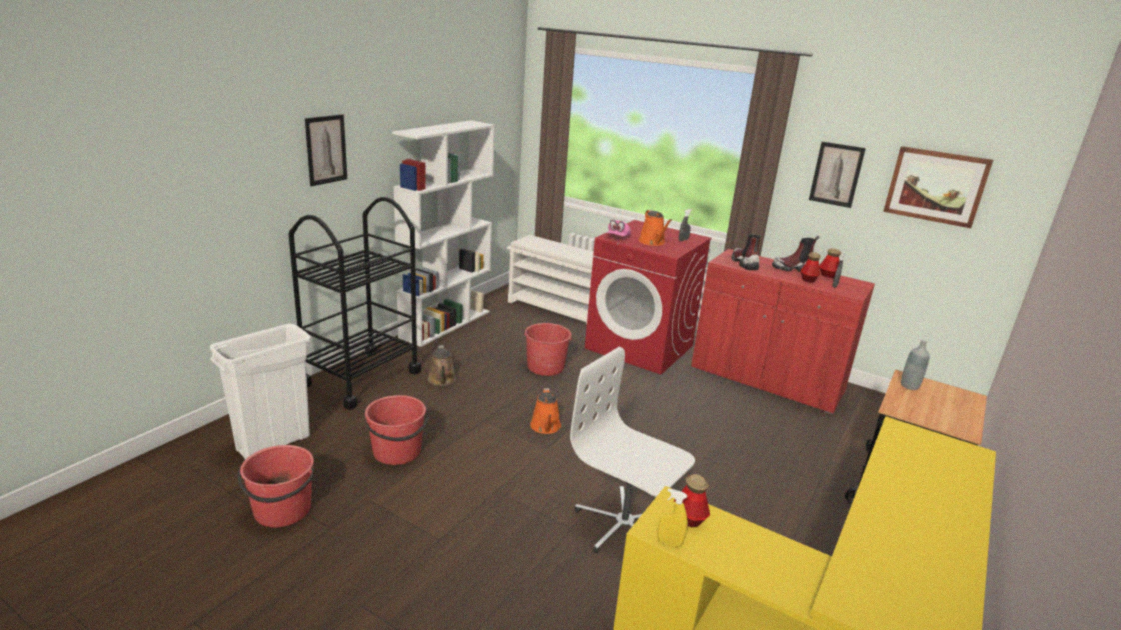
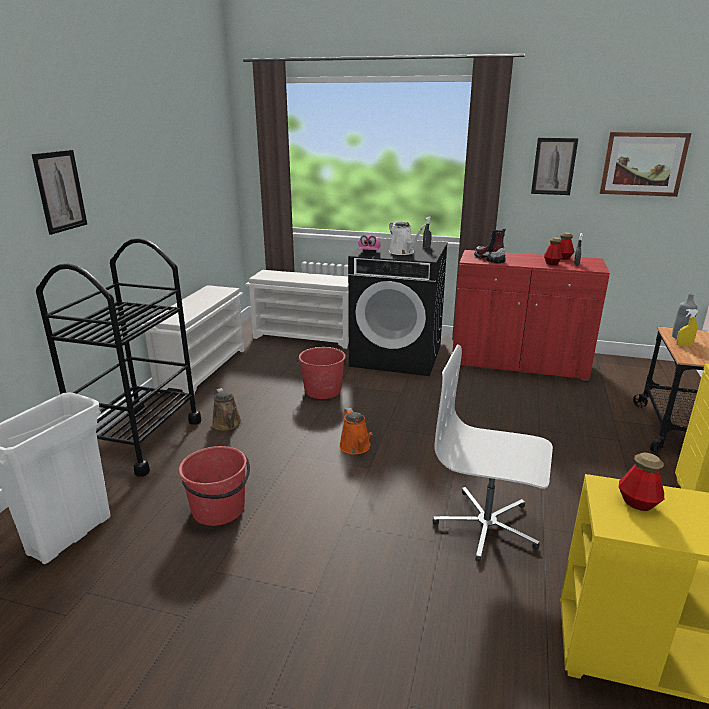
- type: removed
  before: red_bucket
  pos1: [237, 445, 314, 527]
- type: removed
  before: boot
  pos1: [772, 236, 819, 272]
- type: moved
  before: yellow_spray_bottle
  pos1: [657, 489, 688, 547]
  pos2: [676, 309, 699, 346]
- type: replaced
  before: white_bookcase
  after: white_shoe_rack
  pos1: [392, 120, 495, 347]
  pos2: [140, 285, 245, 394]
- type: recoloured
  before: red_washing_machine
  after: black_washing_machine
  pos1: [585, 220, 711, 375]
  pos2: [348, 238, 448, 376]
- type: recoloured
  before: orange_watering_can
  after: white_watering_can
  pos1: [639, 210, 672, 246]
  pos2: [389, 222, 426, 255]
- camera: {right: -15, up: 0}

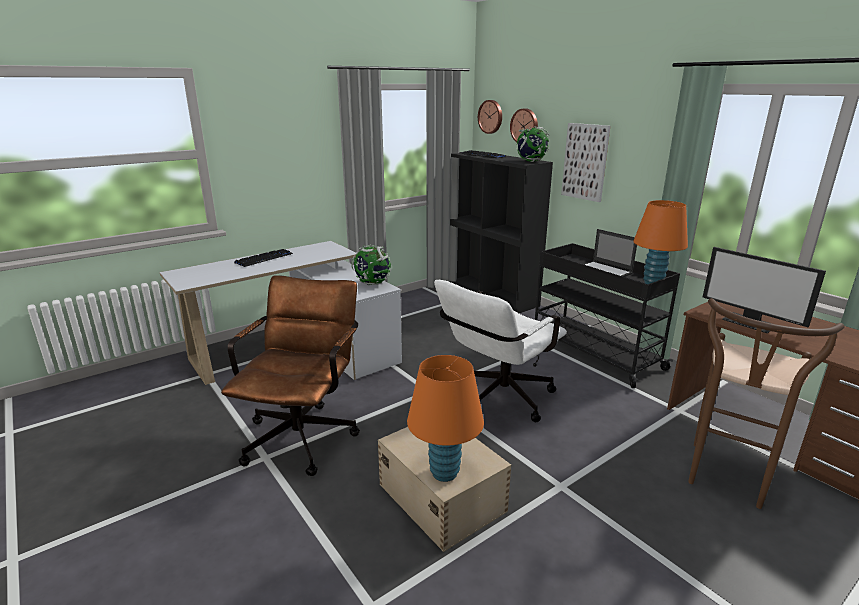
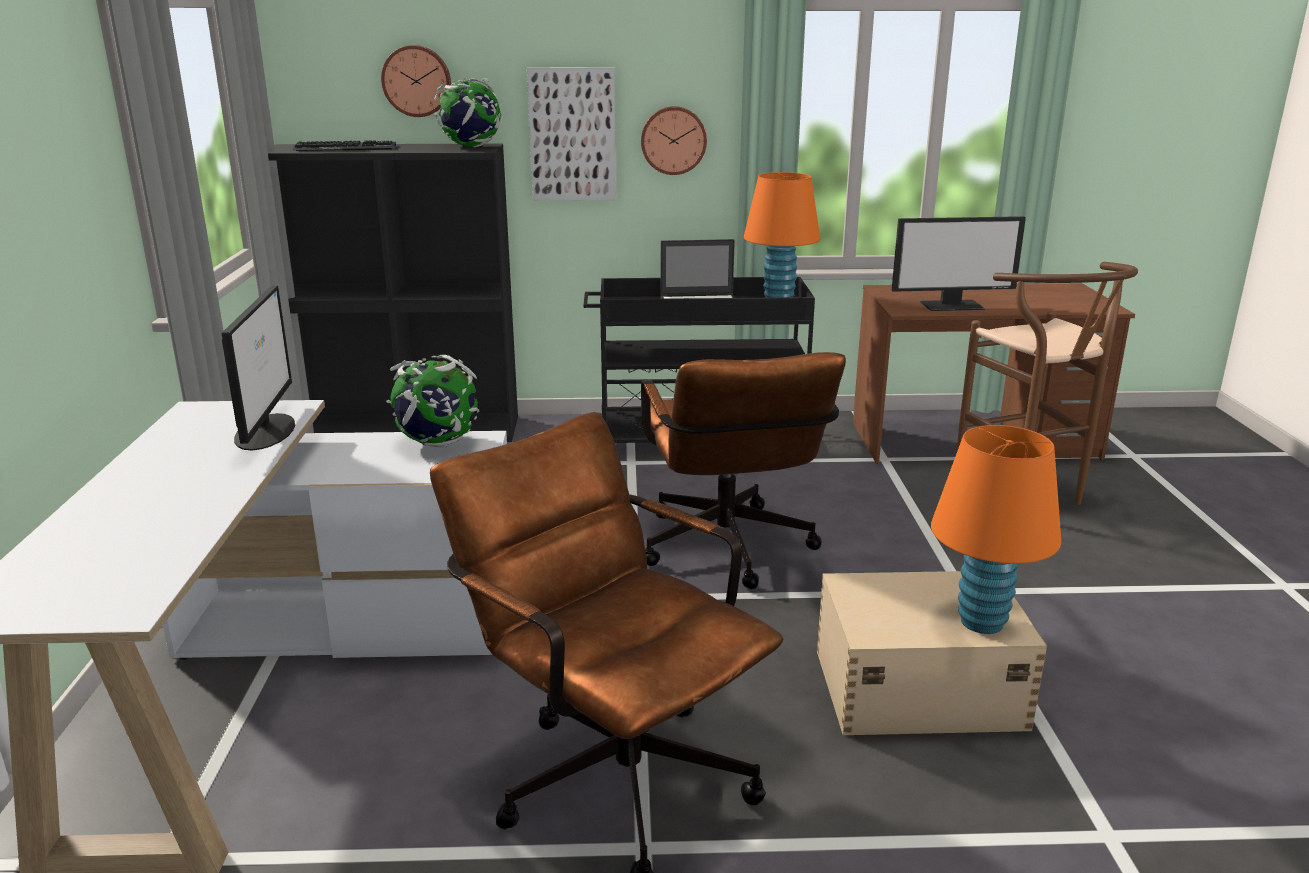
- type: removed
  before: keyboard
  pos1: [234, 249, 293, 267]
- type: added
  after: monitor
  pos2: [221, 285, 295, 450]
- type: moved
  before: wall_clock
  pos1: [478, 100, 502, 134]
  pos2: [641, 106, 707, 175]
- type: recoloured
  before: white_office_chair
  after: brown_office_chair
  pos1: [434, 280, 567, 422]
  pos2: [641, 352, 846, 589]
- camera: {right: -55, up: 0}

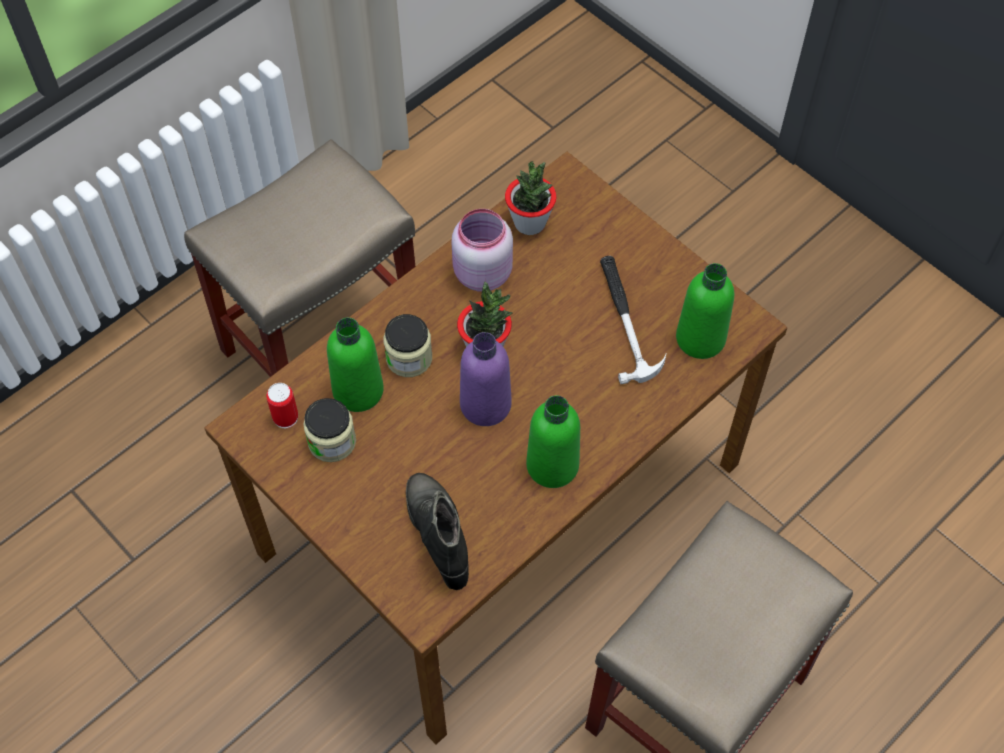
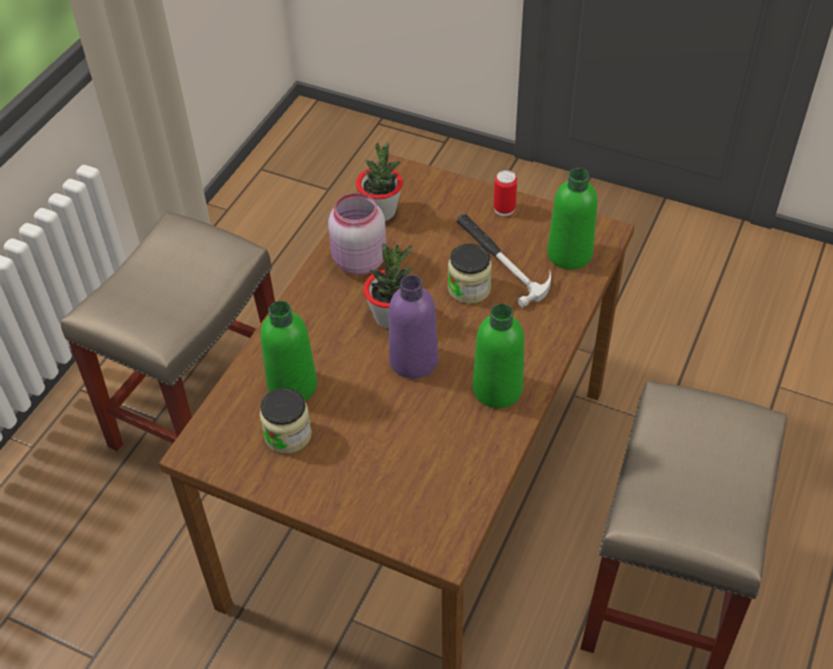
- type: removed
  before: black_boot
  pos1: [406, 473, 469, 590]
- type: moved
  before: can
  pos1: [266, 383, 298, 428]
  pos2: [494, 170, 517, 216]
- type: moved
  before: jar
  pos1: [384, 314, 432, 377]
  pos2: [448, 243, 492, 304]
- camera: {right: -20, up: -10}

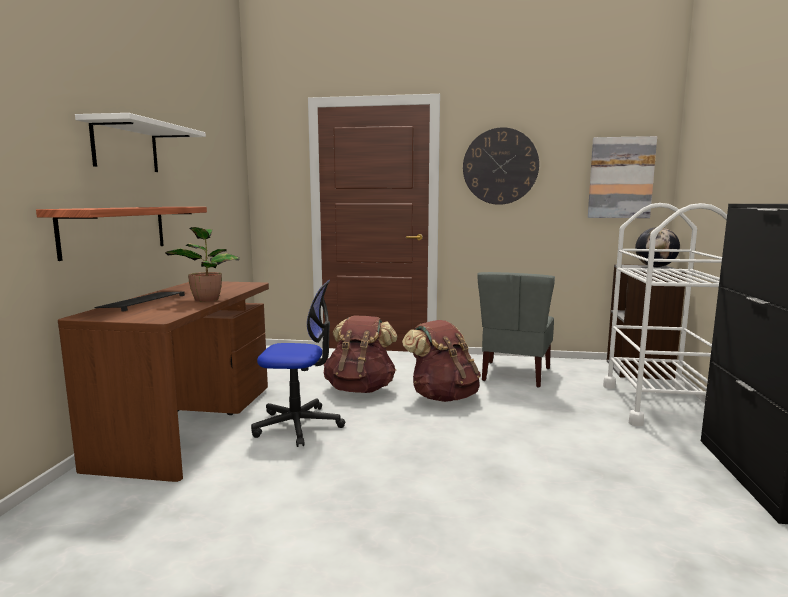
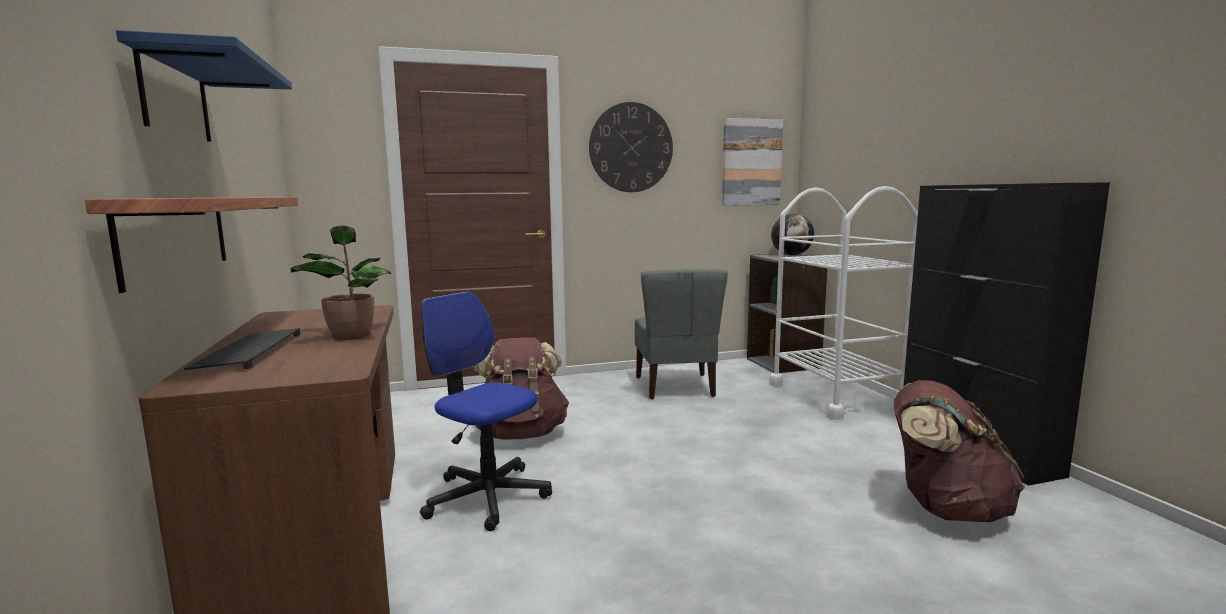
- type: moved
  before: brown_backpack
  pos1: [402, 320, 481, 402]
  pos2: [894, 380, 1025, 522]
- type: recoloured
  before: white_shelf
  after: blue_shelf
  pos1: [75, 113, 206, 172]
  pos2: [116, 30, 292, 142]
- type: turned
  before: office_chair
  pos1: [251, 280, 345, 447]
  pos2: [420, 292, 552, 531]
  turn: -120
- camera: {right: -25, up: 0}

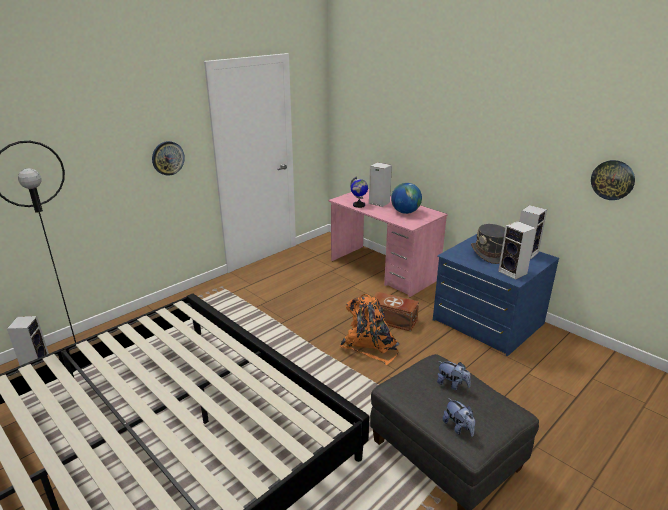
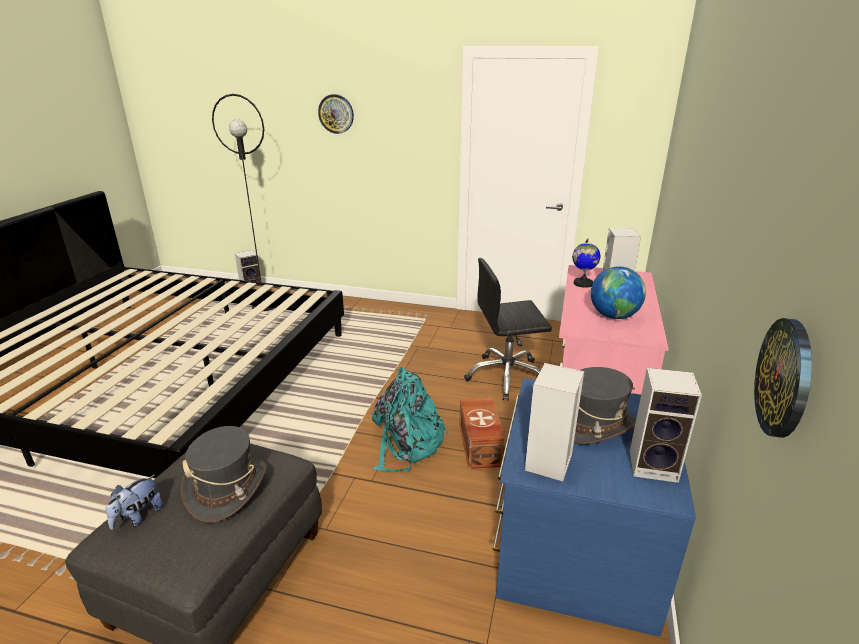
- type: added
  after: black_office_chair
  pos2: [464, 258, 552, 401]
- type: moved
  before: wall_clock
  pos1: [152, 141, 185, 176]
  pos2: [318, 94, 354, 134]
- type: replaced
  before: plush_toy
  after: grey_hat
  pos1: [437, 361, 471, 390]
  pos2: [181, 426, 267, 523]
- type: recoloured
  before: orange_backpack
  after: turquoise_backpack
  pos1: [340, 294, 399, 365]
  pos2: [372, 367, 449, 472]
- camera: {right: 60, up: 0}

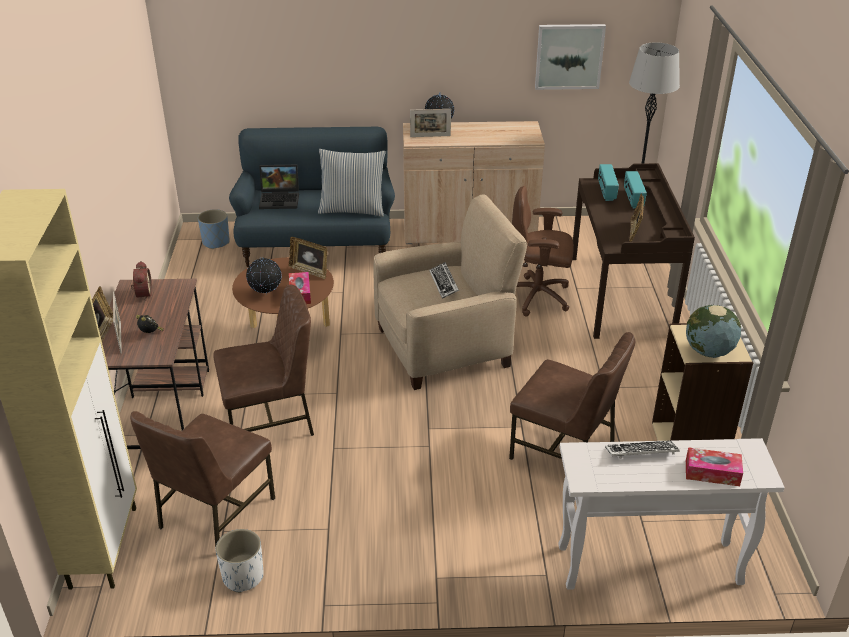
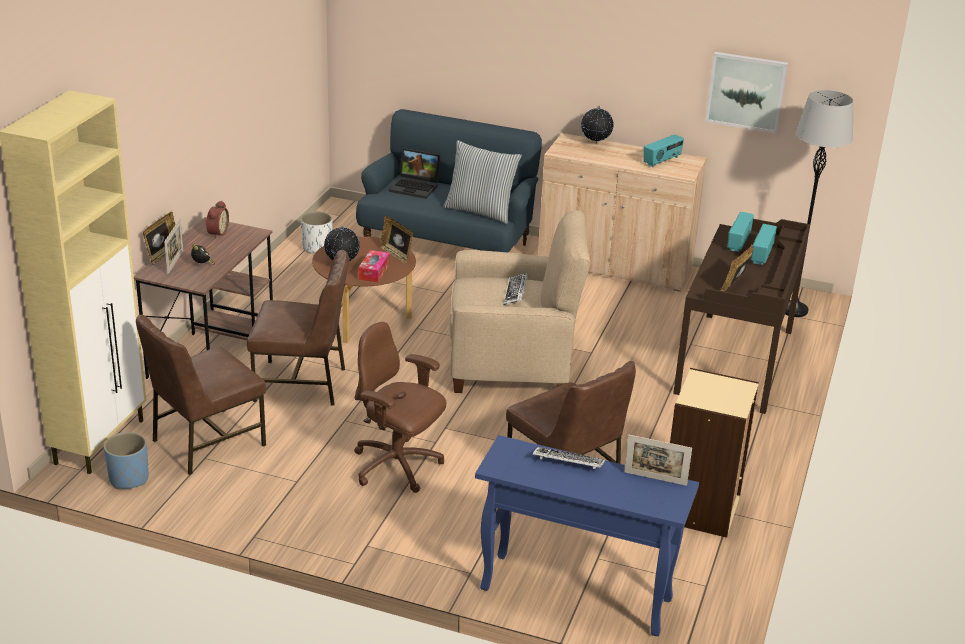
- type: removed
  before: globe
  pos1: [686, 305, 741, 358]
- type: removed
  before: tissue_box
  pos1: [686, 447, 743, 486]
- type: added
  after: radio
  pos2: [643, 134, 684, 167]
- type: moved
  before: blue_planter
  pos1: [198, 209, 230, 249]
  pos2: [104, 432, 149, 489]
- type: moved
  before: white_planter
  pos1: [216, 529, 264, 593]
  pos2: [301, 211, 332, 254]
- type: moved
  before: picture_frame
  pos1: [410, 109, 451, 137]
  pos2: [624, 434, 692, 486]
- type: moved
  before: brown_office_chair
  pos1: [512, 186, 574, 317]
  pos2: [354, 322, 446, 493]
- type: recoloured
  before: white_console_table
  after: blue_console_table
  pos1: [558, 438, 785, 590]
  pos2: [475, 435, 699, 636]
- camera: {right: 20, up: -5}

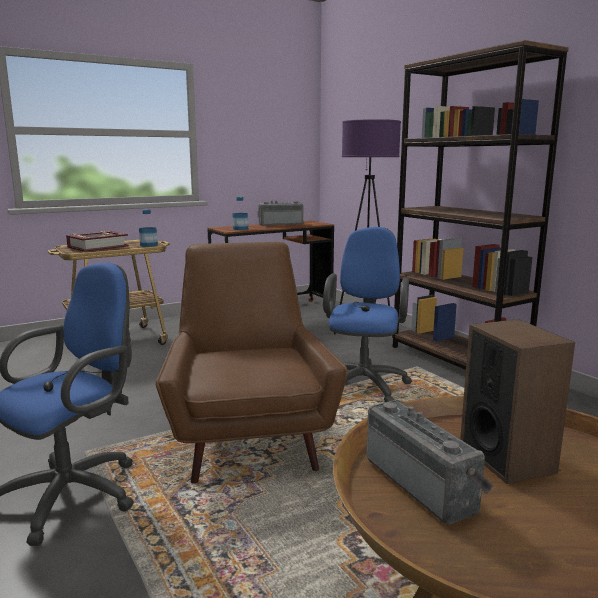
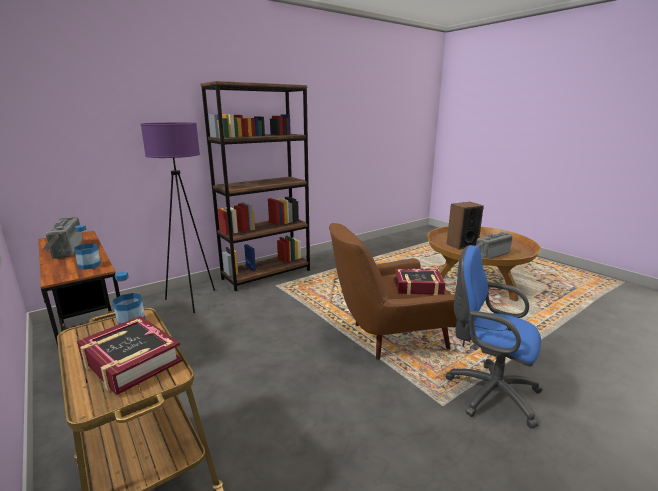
- type: removed
  before: blue_office_chair
  pos1: [323, 227, 412, 402]
- type: added
  after: book
  pos2: [394, 269, 446, 295]
- camera: {right: -95, up: 5}

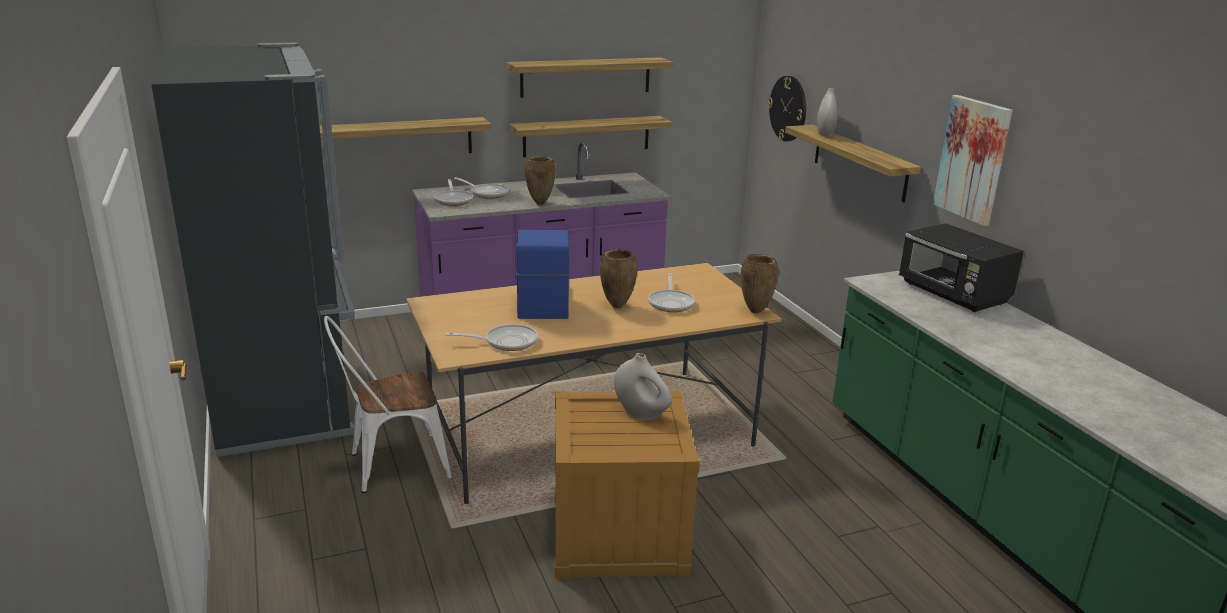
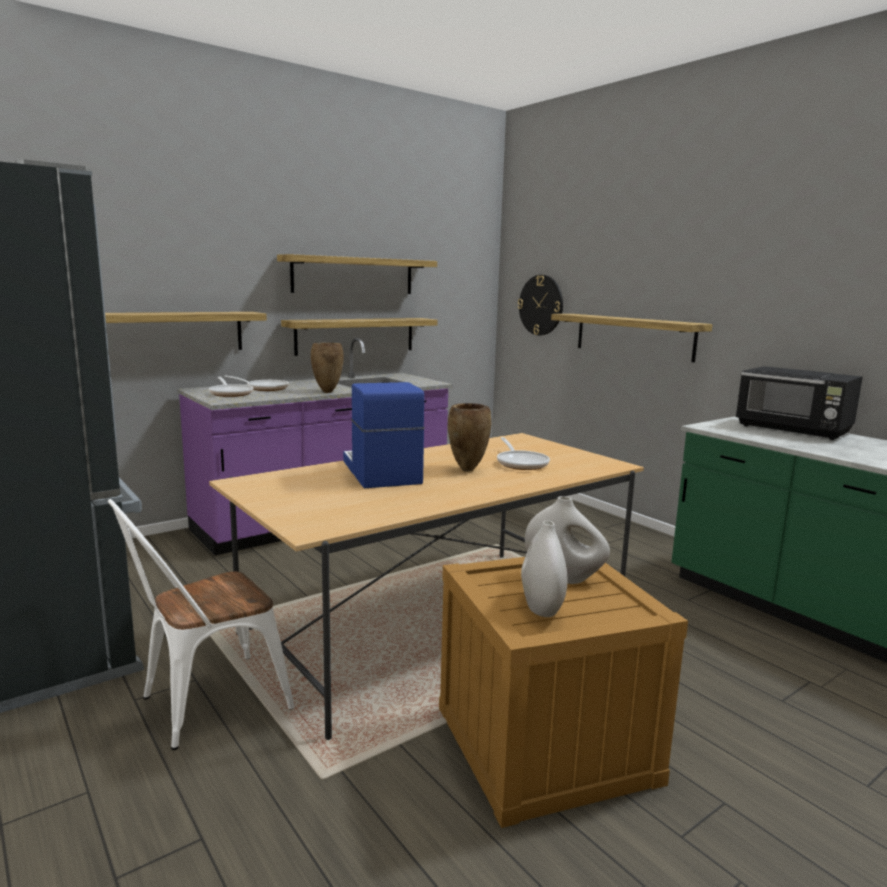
- type: removed
  before: frying_pan
  pos1: [446, 324, 538, 351]
- type: removed
  before: brown_vase
  pos1: [741, 254, 779, 314]
- type: removed
  before: picture
  pos1: [933, 95, 1013, 226]
- type: moved
  before: white_vase
  pos1: [817, 88, 838, 137]
  pos2: [521, 521, 568, 617]
- camera: {right: -15, up: -10}

